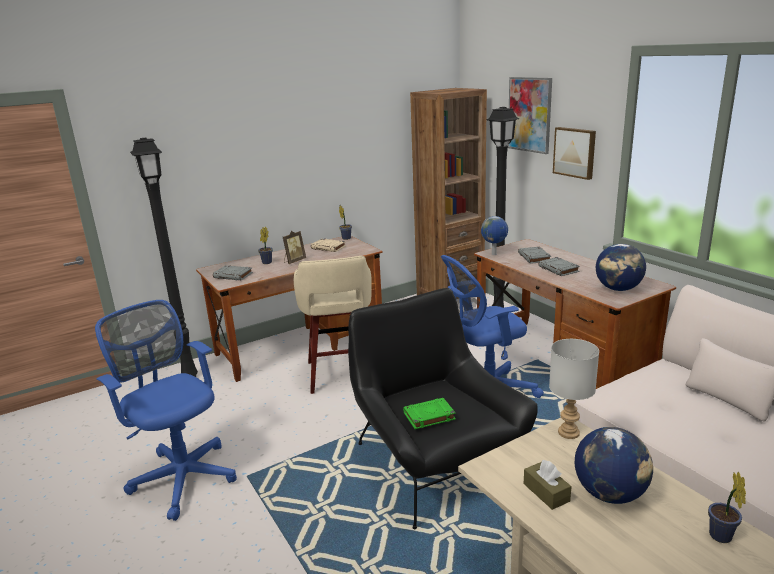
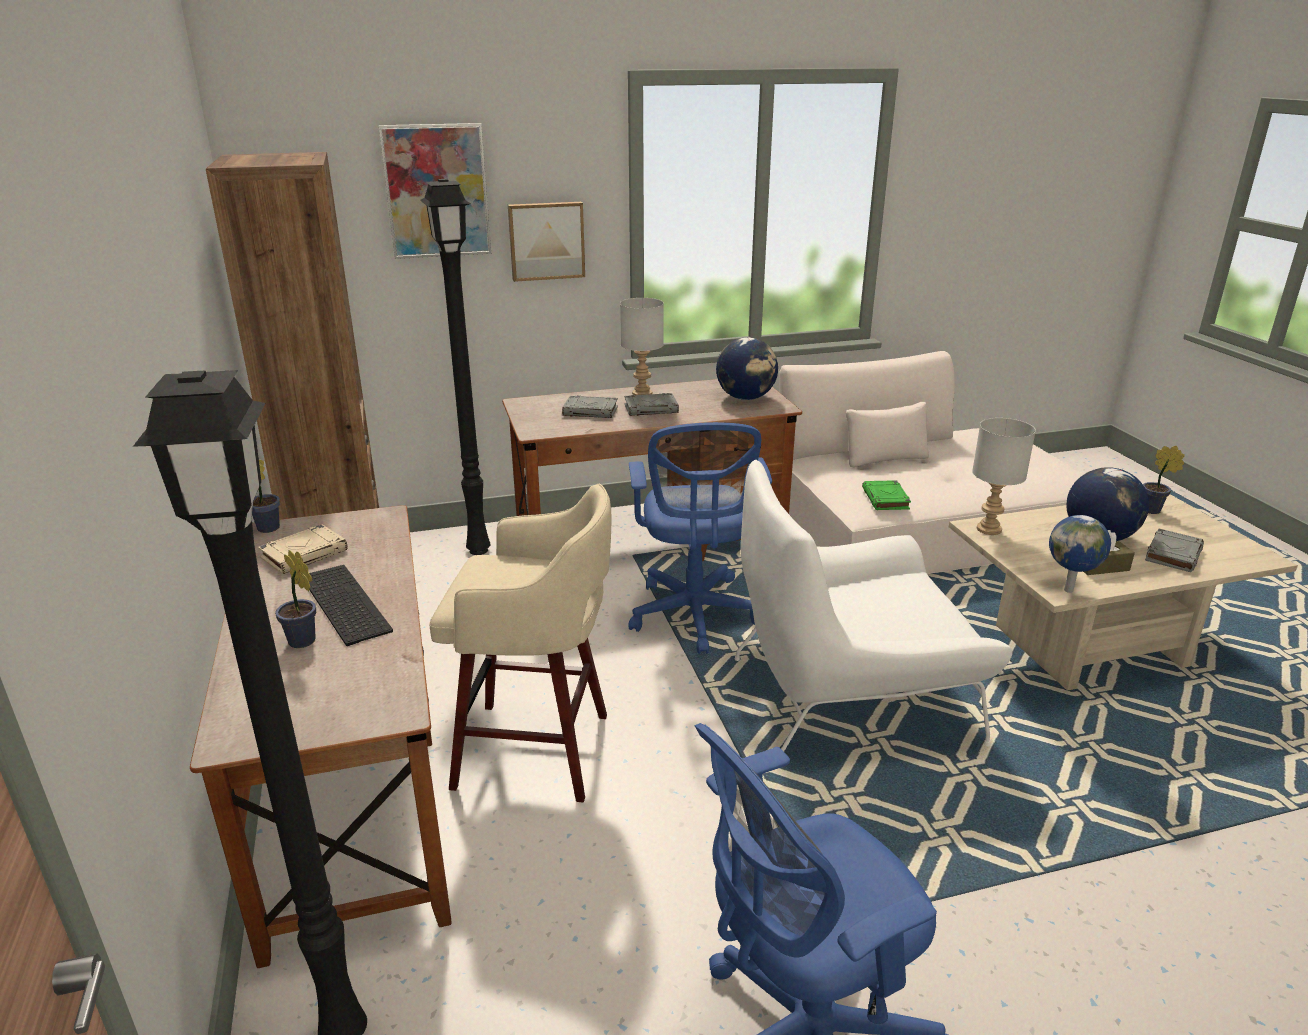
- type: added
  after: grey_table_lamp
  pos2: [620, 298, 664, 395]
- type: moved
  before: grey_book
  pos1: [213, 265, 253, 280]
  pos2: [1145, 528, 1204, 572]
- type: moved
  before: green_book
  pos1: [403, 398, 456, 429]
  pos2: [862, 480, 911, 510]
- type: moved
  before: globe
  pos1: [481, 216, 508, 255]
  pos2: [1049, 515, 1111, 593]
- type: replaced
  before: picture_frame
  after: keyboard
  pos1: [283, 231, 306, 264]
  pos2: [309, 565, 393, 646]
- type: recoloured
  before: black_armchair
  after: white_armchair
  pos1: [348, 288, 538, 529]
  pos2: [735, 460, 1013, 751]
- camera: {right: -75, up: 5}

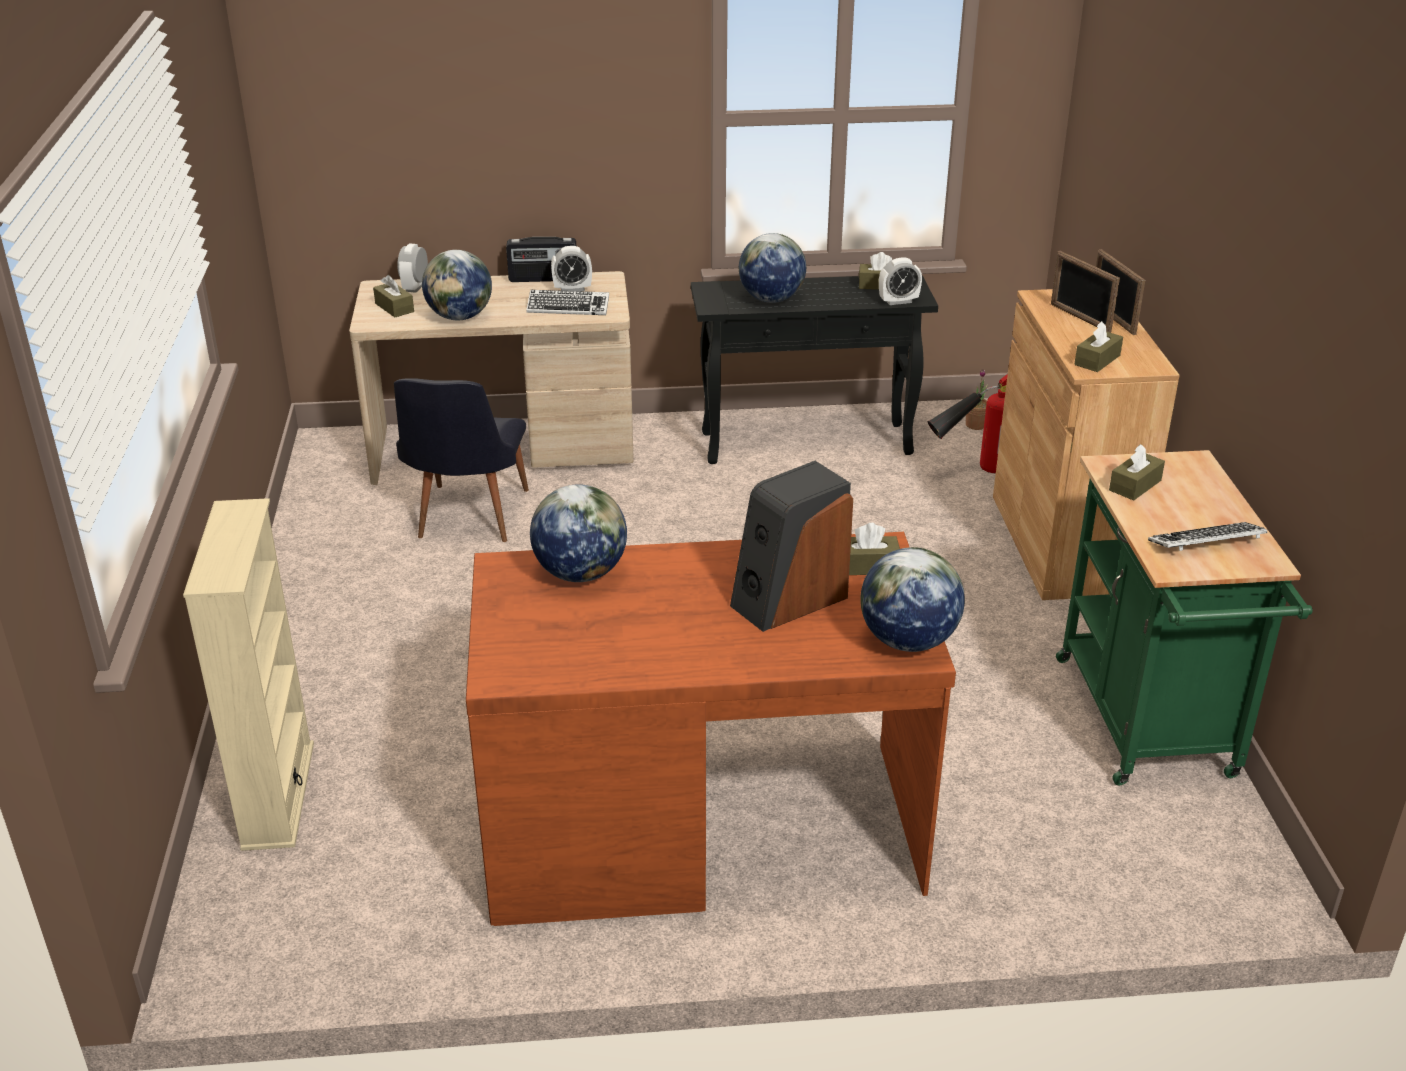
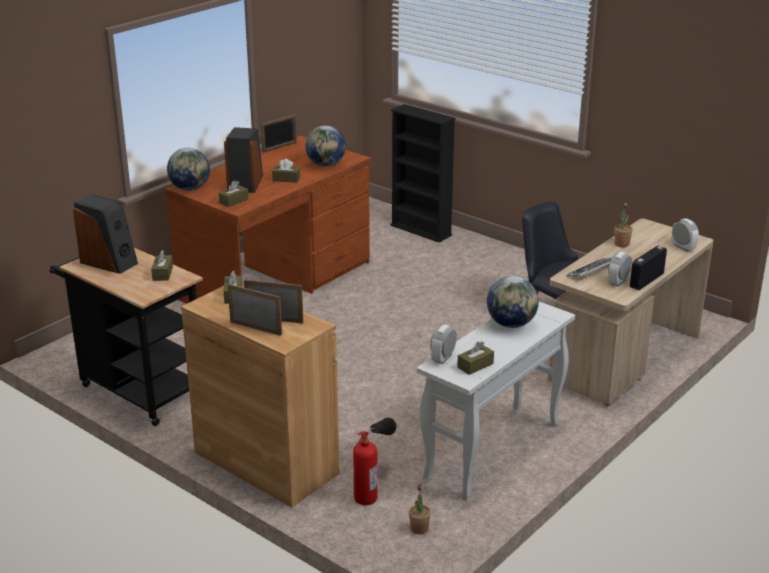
- type: added
  after: picture_frame
  pos2: [261, 114, 297, 153]
- type: moved
  before: brown_tissue_box
  pos1: [373, 275, 414, 317]
  pos2: [272, 159, 300, 183]
- type: replaced
  before: globe
  after: potted_plant
  pos1: [422, 250, 492, 320]
  pos2: [614, 202, 633, 247]
- type: replaced
  before: keyboard
  after: speaker
  pos1: [1148, 522, 1267, 551]
  pos2: [73, 194, 138, 274]
- type: recoloured
  before: beige_bookcase
  after: black_bookcase
  pos1: [183, 498, 314, 851]
  pos2: [390, 104, 456, 243]
- type: recoloured
  before: black_console_table
  after: white_console_table
  pos1: [691, 275, 938, 464]
  pos2: [417, 302, 575, 499]
- type: recoloured
  before: green_cart
  after: black_cart
  pos1: [1056, 450, 1312, 785]
  pos2: [49, 248, 203, 426]
- camera: {right: 135, up: -5}

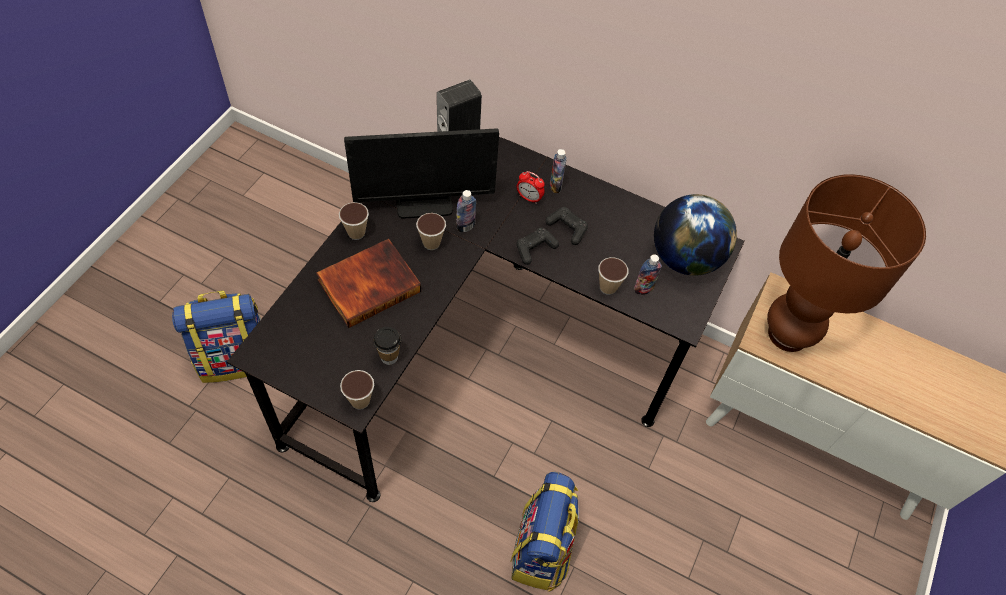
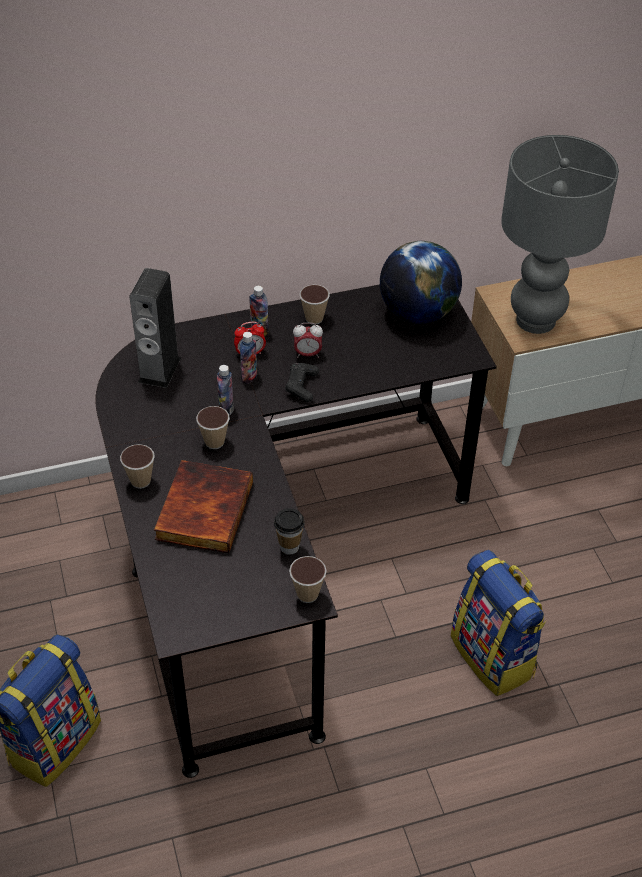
- type: removed
  before: monitor
  pos1: [344, 128, 499, 219]
- type: moved
  before: cup
  pos1: [599, 257, 628, 295]
  pos2: [299, 285, 330, 325]
- type: moved
  before: bottle
  pos1: [634, 254, 662, 295]
  pos2: [240, 332, 257, 384]
- type: replaced
  before: black_game_controller
  after: alarm_clock
  pos1: [545, 207, 588, 245]
  pos2: [293, 323, 323, 358]
- type: recoloured
  before: brown_table_lamp
  after: grey_table_lamp
  pos1: [767, 174, 926, 352]
  pos2: [501, 135, 619, 334]
- camera: {right: -40, up: -10}

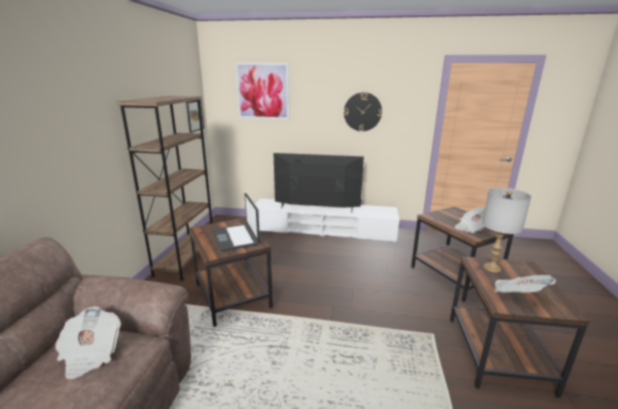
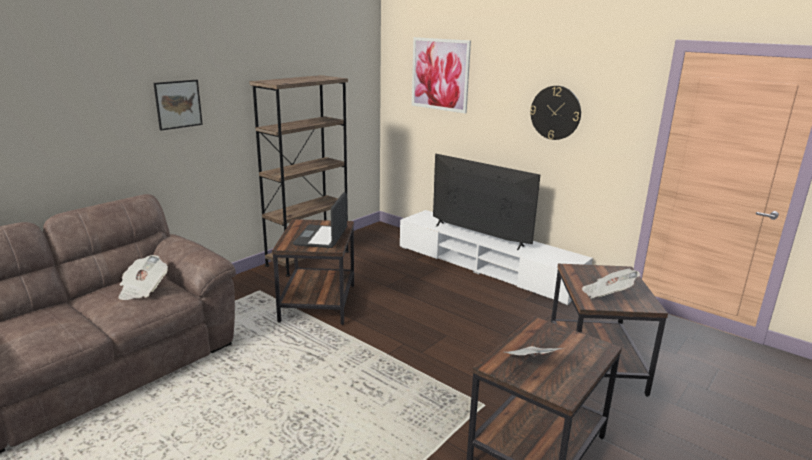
- type: removed
  before: grey_table_lamp
  pos1: [482, 188, 531, 272]
- type: moved
  before: picture
  pos1: [186, 100, 204, 133]
  pos2: [153, 80, 203, 131]
- camera: {right: 30, up: 0}

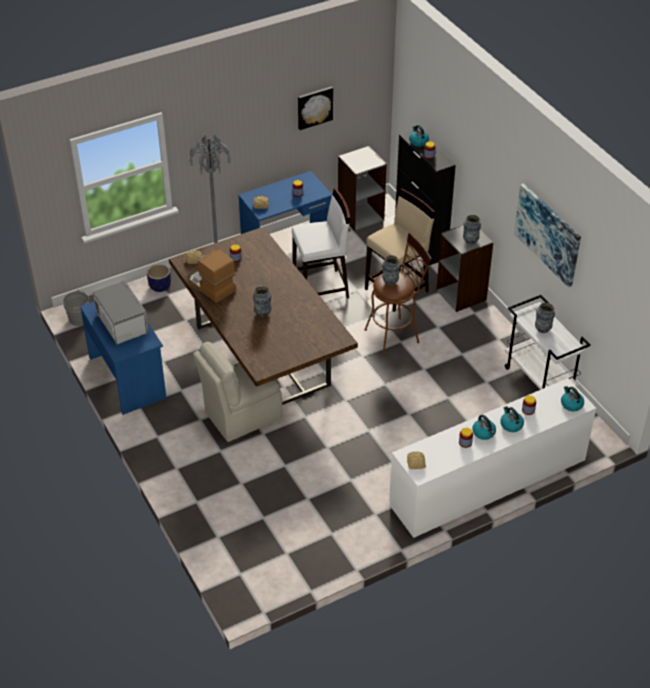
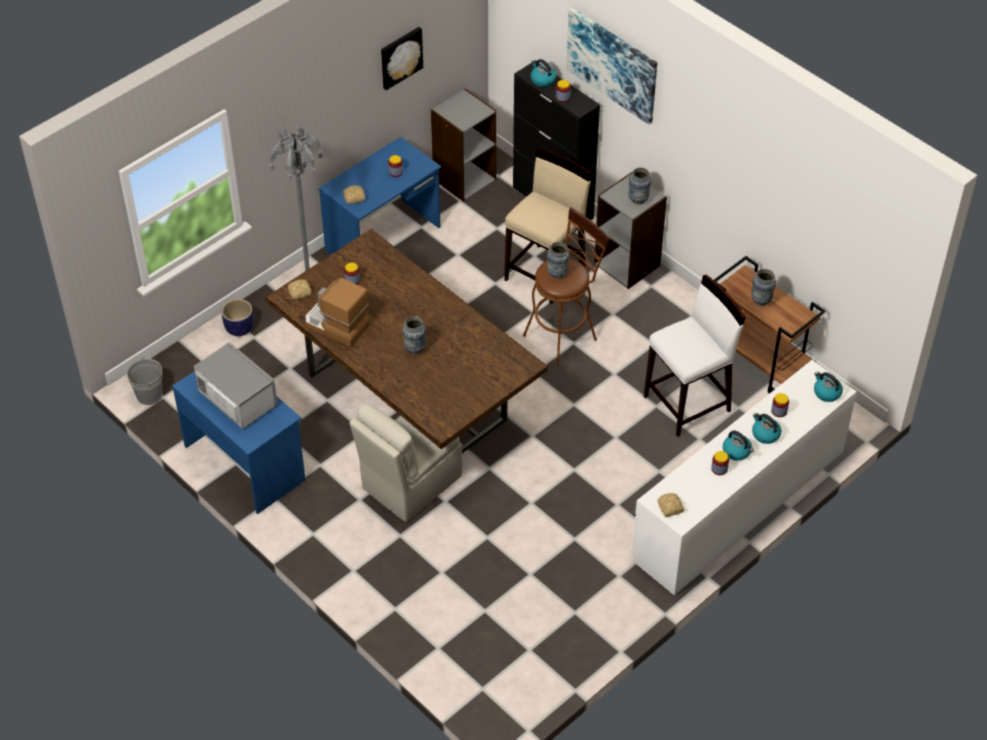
- type: moved
  before: white_stool
  pos1: [292, 189, 350, 298]
  pos2: [644, 275, 746, 437]
- type: moved
  before: picture
  pos1: [514, 183, 581, 287]
  pos2: [567, 8, 657, 124]
- type: recoloured
  before: white_cart
  after: brown_cart
  pos1: [505, 295, 591, 390]
  pos2: [714, 256, 825, 394]
- camera: {right: -15, up: 5}

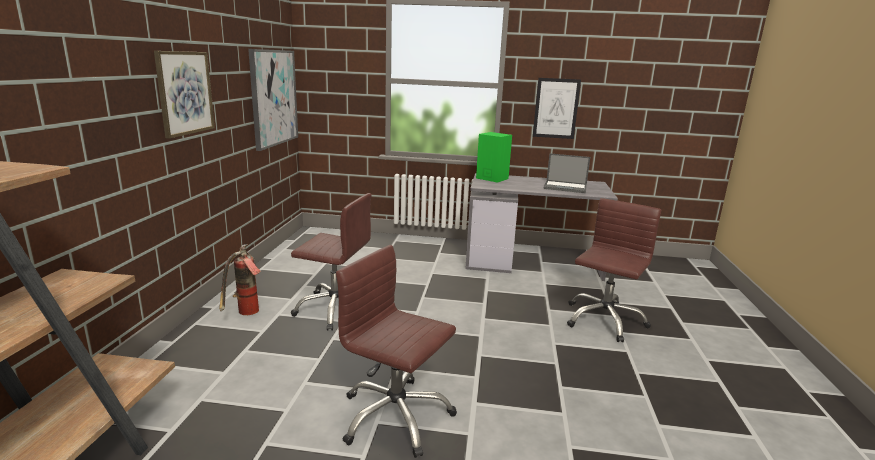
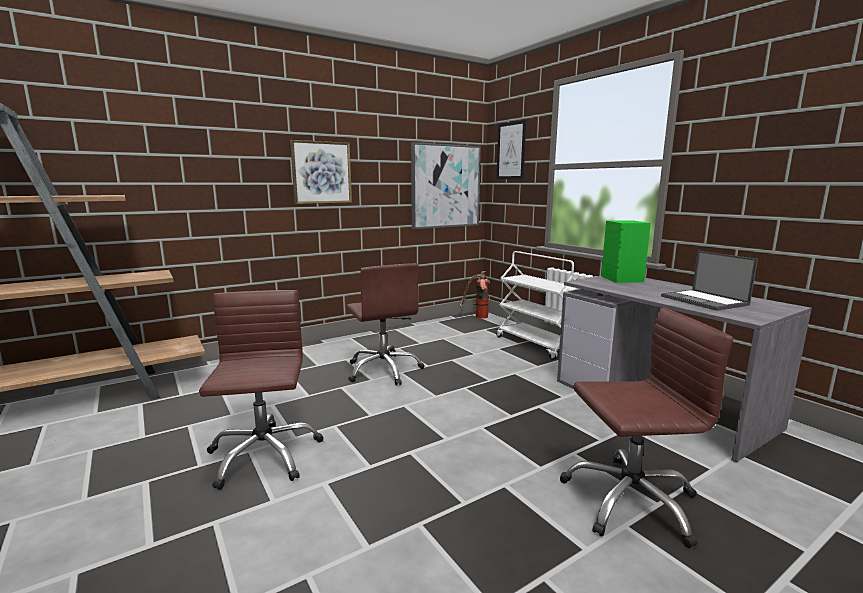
- type: added
  after: white_cart
  pos2: [496, 251, 578, 360]
- type: moved
  before: fire_extinguisher
  pos1: [219, 244, 261, 315]
  pos2: [460, 271, 490, 318]
- type: moved
  before: picture
  pos1: [533, 78, 581, 139]
  pos2: [497, 120, 526, 179]
- camera: {right: 50, up: -5}

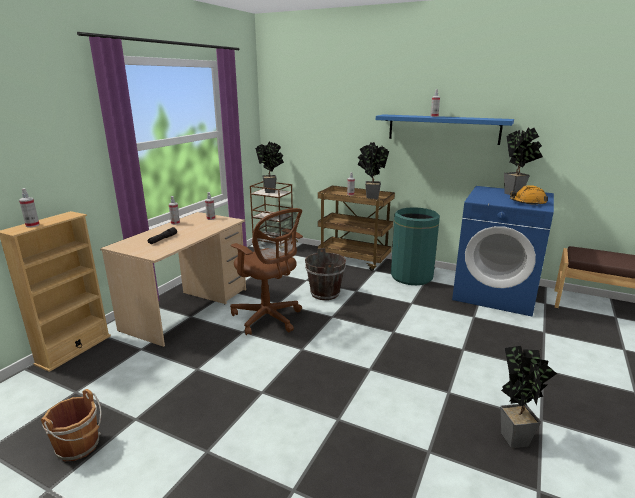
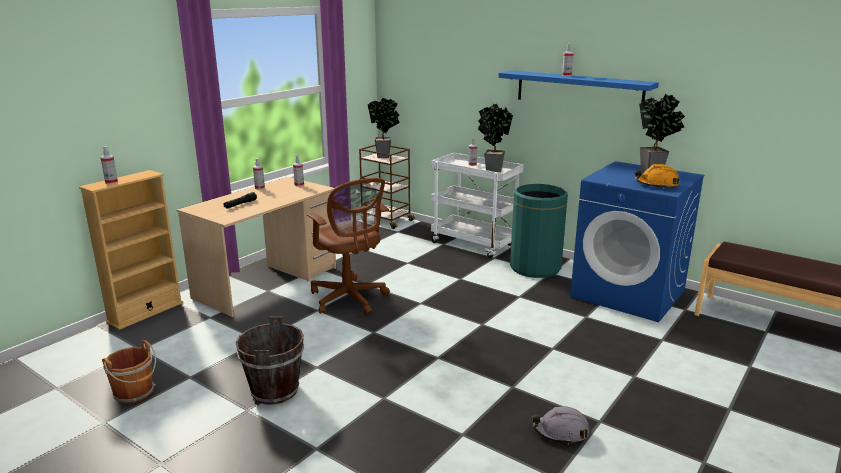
- type: moved
  before: brown_bucket
  pos1: [305, 248, 346, 300]
  pos2: [236, 316, 304, 404]
- type: replaced
  before: potted_plant
  after: grey_hard_hat
  pos1: [500, 346, 557, 448]
  pos2: [532, 406, 589, 445]
- type: recoloured
  before: brown_cart
  after: white_cart
  pos1: [318, 186, 395, 271]
  pos2: [431, 153, 524, 258]
- camera: {right: 10, up: 0}

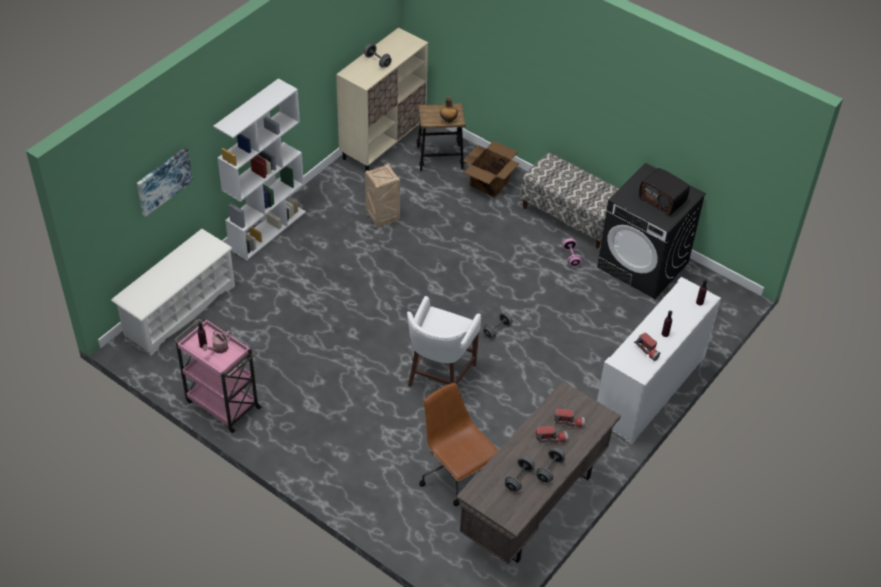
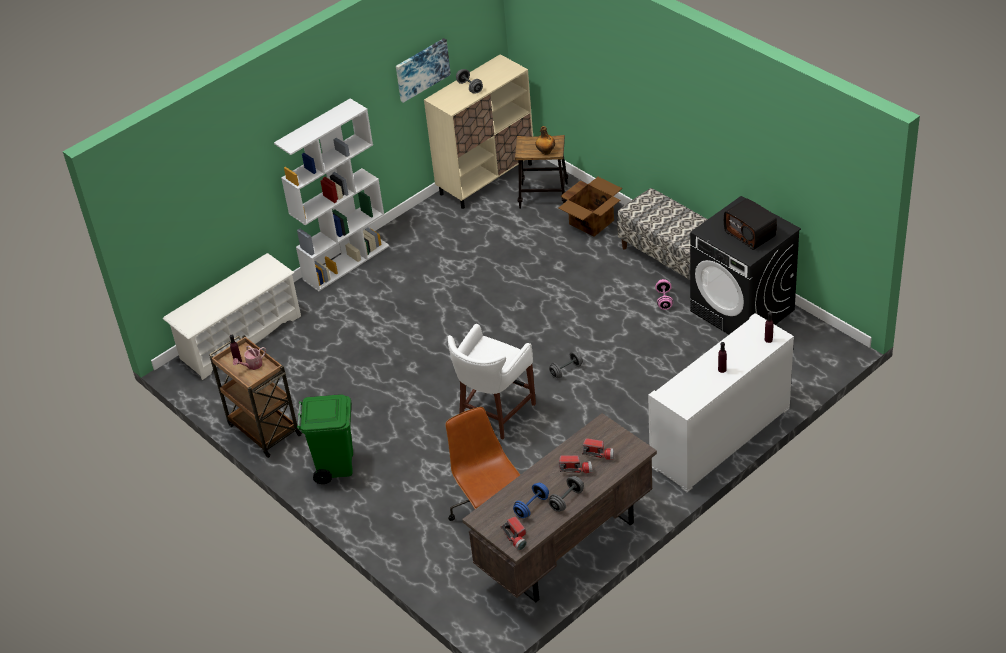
- type: removed
  before: crate
  pos1: [365, 163, 400, 228]
- type: added
  after: green_trash_can
  pos2: [297, 394, 353, 484]
- type: moved
  before: picture
  pos1: [137, 148, 193, 217]
  pos2: [396, 38, 451, 103]
- type: moved
  before: flashlight
  pos1: [634, 333, 660, 361]
  pos2: [501, 517, 527, 550]
- type: recoloured
  before: pink_cart
  after: brown_cart
  pos1: [174, 318, 262, 433]
  pos2: [209, 335, 302, 458]
- type: recoloured
  before: grey_dumbbell
  after: blue_dumbbell
  pos1: [505, 456, 534, 492]
  pos2: [513, 483, 549, 518]
- camera: {right: 15, up: -5}

